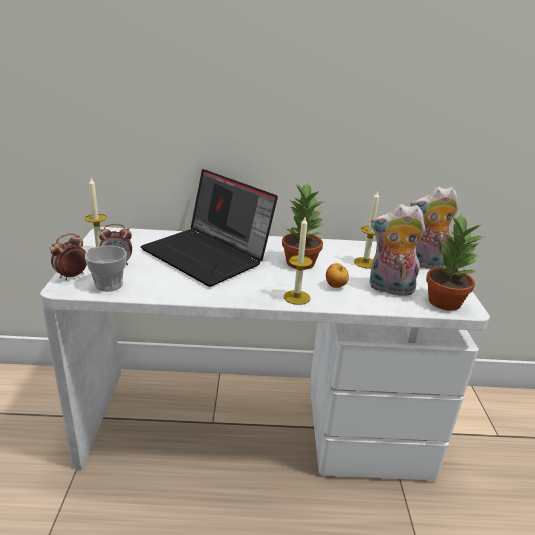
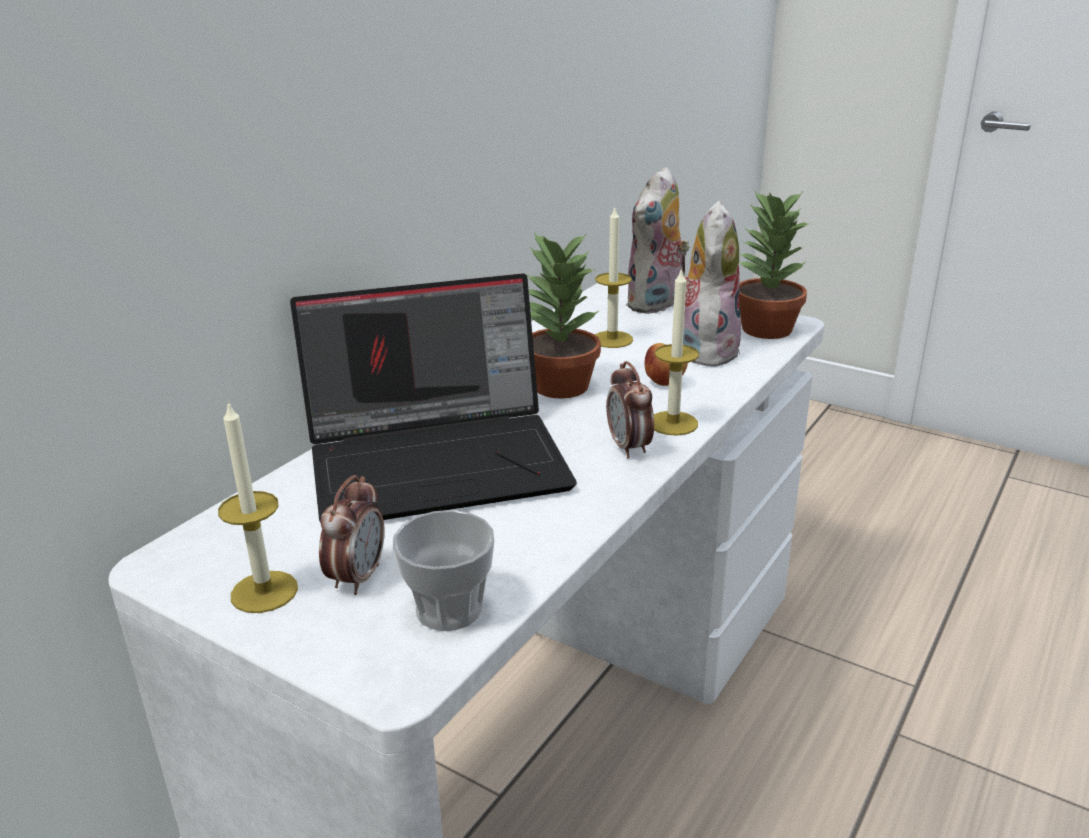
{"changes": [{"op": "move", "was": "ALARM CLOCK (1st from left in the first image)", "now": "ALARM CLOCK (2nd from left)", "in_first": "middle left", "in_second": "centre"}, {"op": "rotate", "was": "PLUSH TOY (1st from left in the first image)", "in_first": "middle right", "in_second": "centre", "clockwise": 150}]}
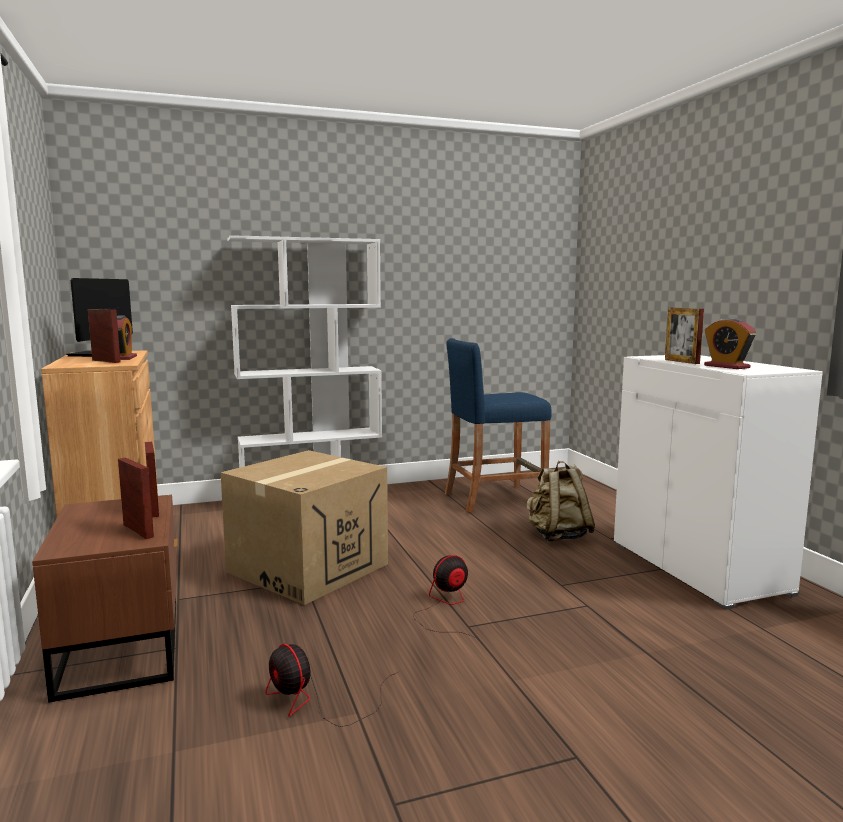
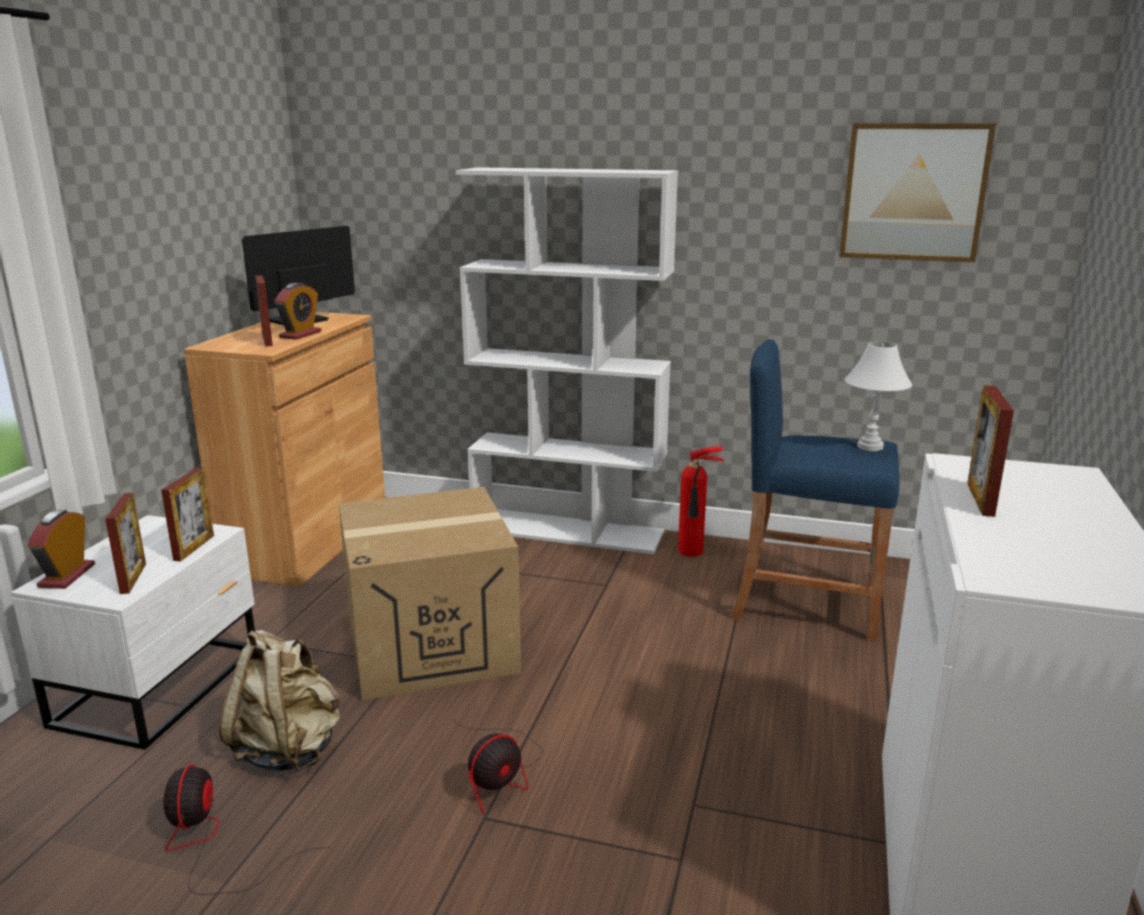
{"changes": [{"op": "insert", "now": "FIRE EXTINGUISHER", "in_second": "centre"}, {"op": "insert", "now": "PICTURE", "in_second": "top right"}, {"op": "insert", "now": "WHITE TABLE LAMP", "in_second": "middle right"}, {"op": "move", "was": "BEIGE BACKPACK", "in_first": "centre", "in_second": "bottom left"}, {"op": "move", "was": "ALARM CLOCK (2nd from left in the first image)", "now": "ALARM CLOCK (1st from left)", "in_first": "middle right", "in_second": "middle left"}, {"op": "recolor", "was": "BROWN NIGHTSTAND", "now": "WHITE NIGHTSTAND", "in_first": "bottom left", "in_second": "bottom left"}, {"op": "rotate", "was": "FAN (2nd from left)", "in_first": "bottom centre", "in_second": "bottom centre", "clockwise": 135}]}
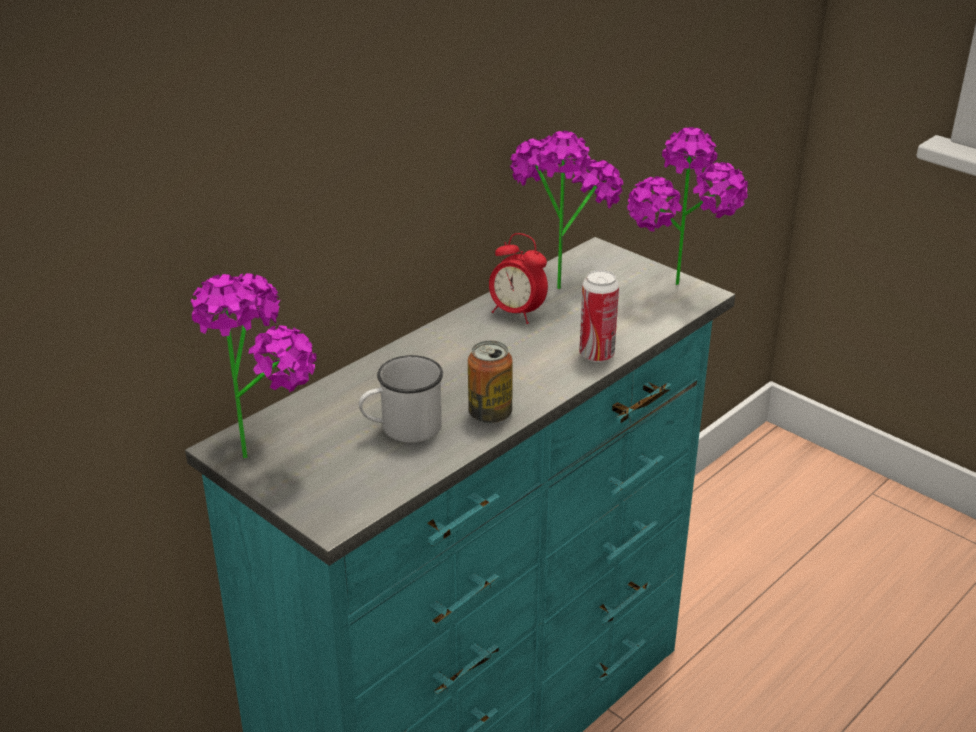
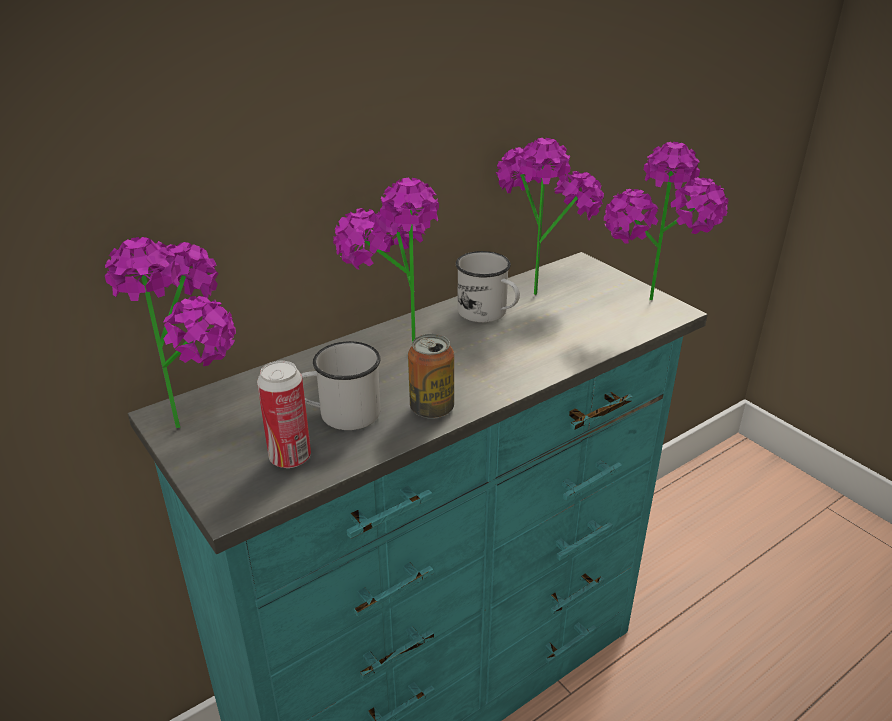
{"changes": [{"op": "insert", "now": "POTTED PLANT (2nd from left)", "in_second": "centre"}, {"op": "move", "was": "CAN (2nd from left in the first image)", "now": "CAN (1st from left)", "in_first": "centre", "in_second": "middle left"}, {"op": "replace", "was": "ALARM CLOCK", "now": "WHITE MUG (2nd from left)", "in_first": "centre", "in_second": "centre"}]}
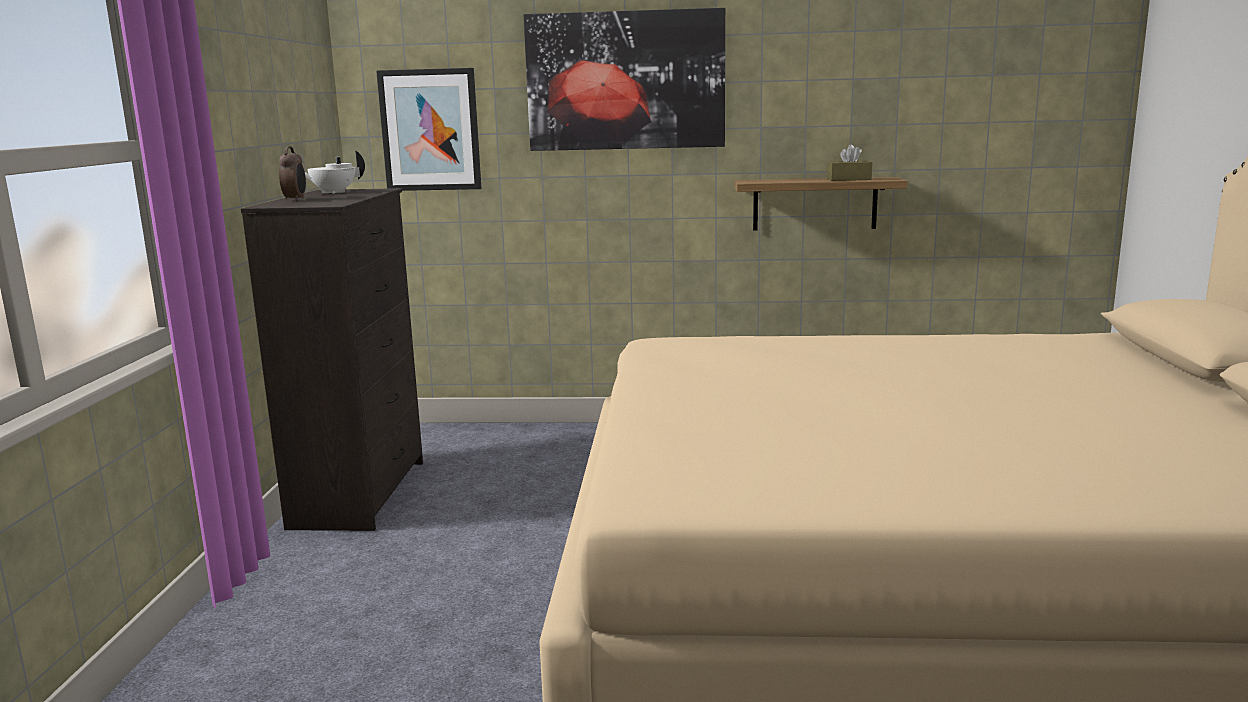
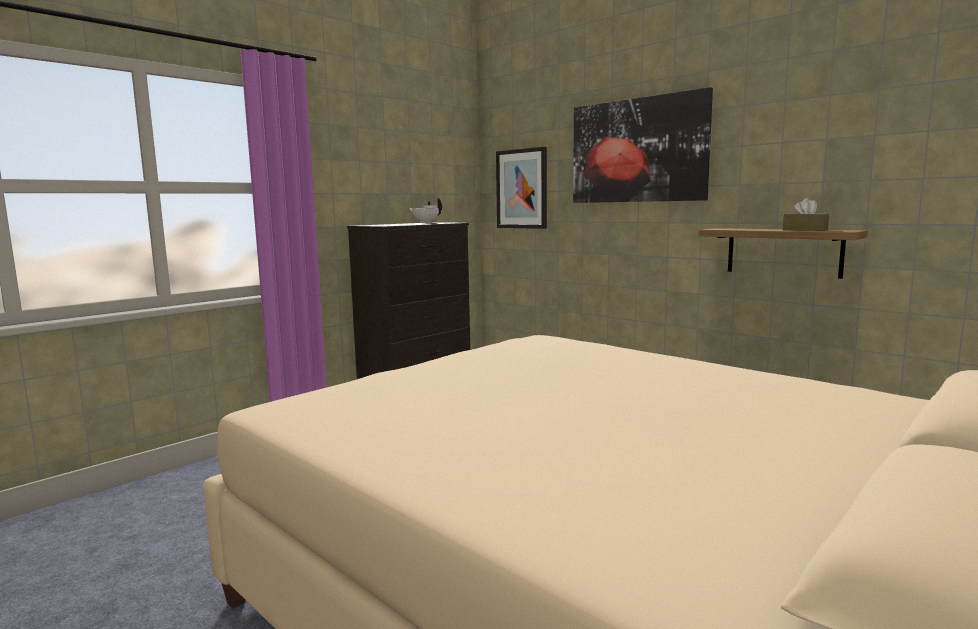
{"changes": [{"op": "delete", "was": "ALARM CLOCK", "in_first": "top left"}]}
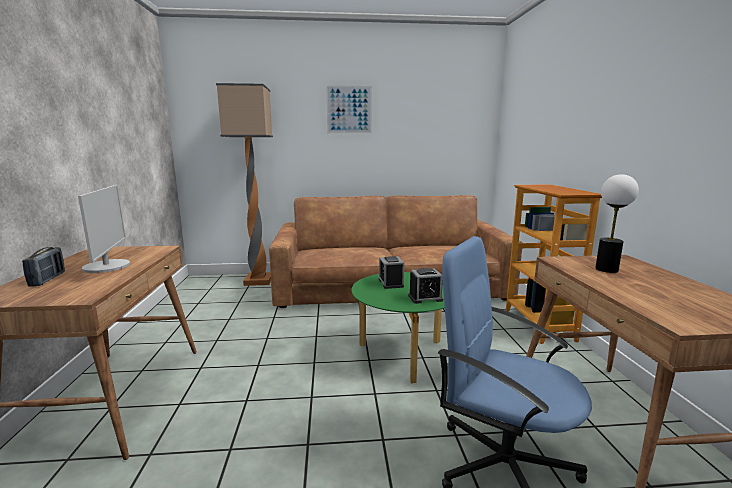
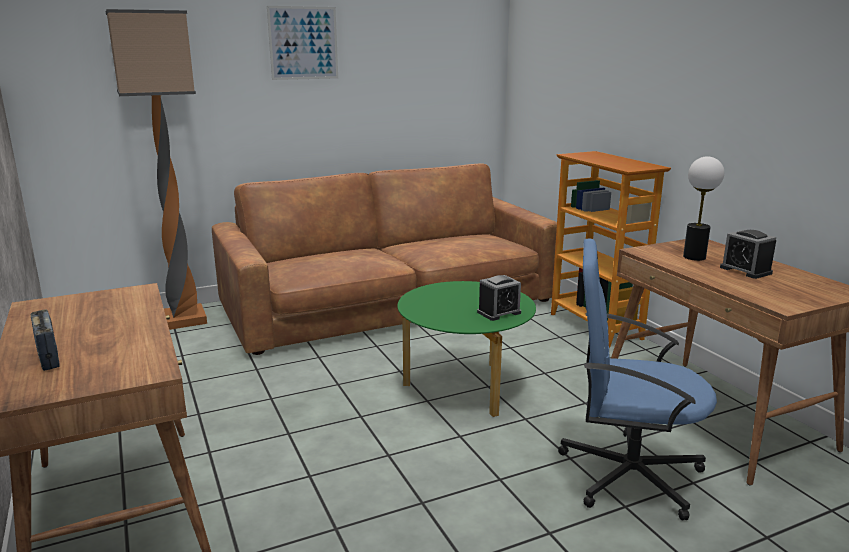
{"changes": [{"op": "delete", "was": "MONITOR", "in_first": "middle left"}, {"op": "move", "was": "ALARM CLOCK (1st from left in the first image)", "now": "ALARM CLOCK (2nd from left)", "in_first": "centre", "in_second": "middle right"}]}
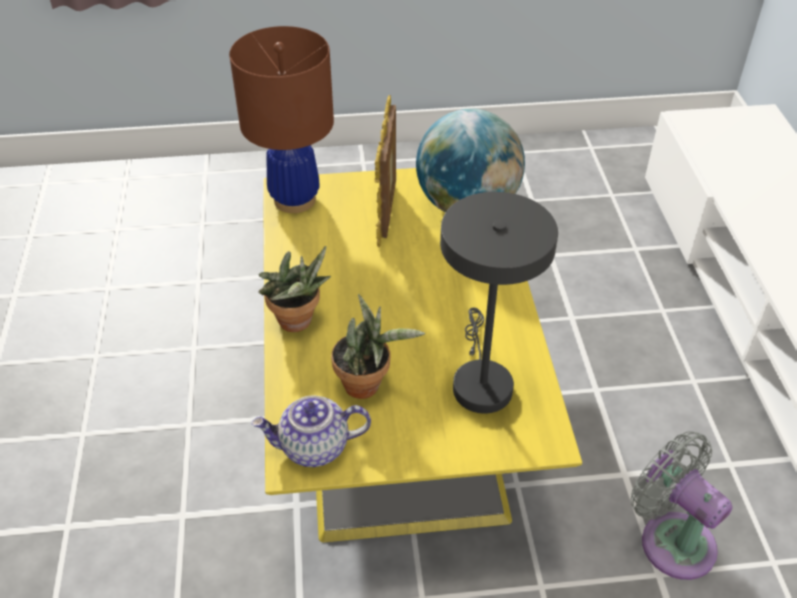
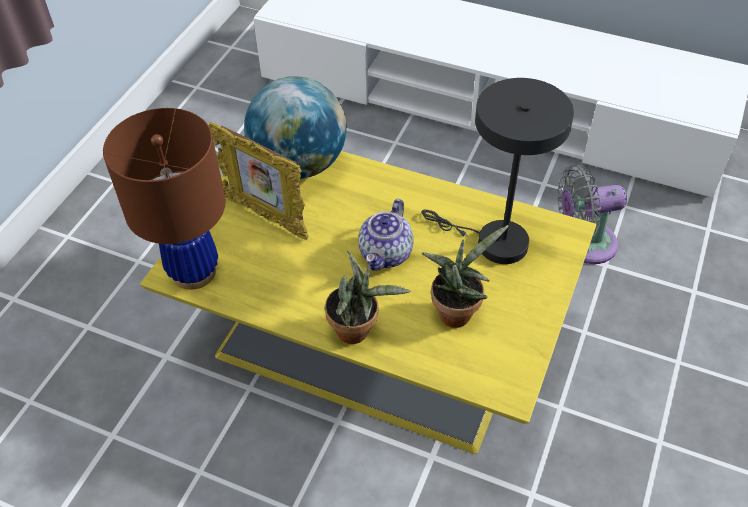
{"changes": [{"op": "move", "was": "TEAPOT", "in_first": "bottom centre", "in_second": "centre"}]}
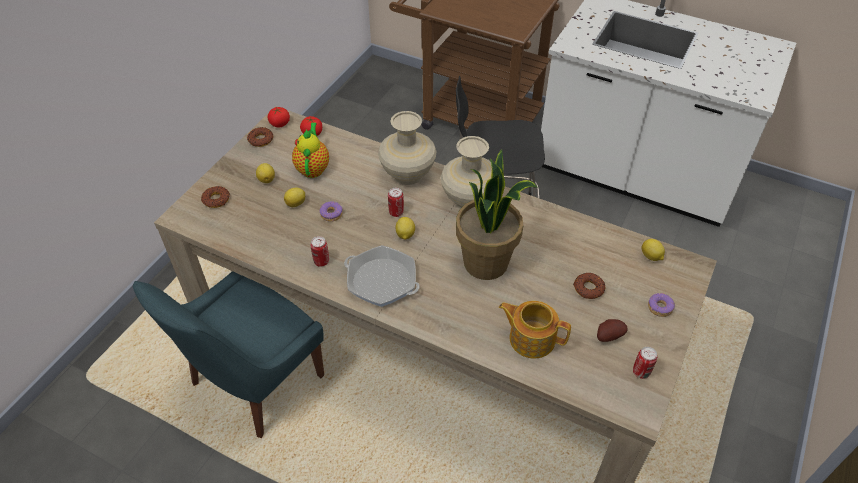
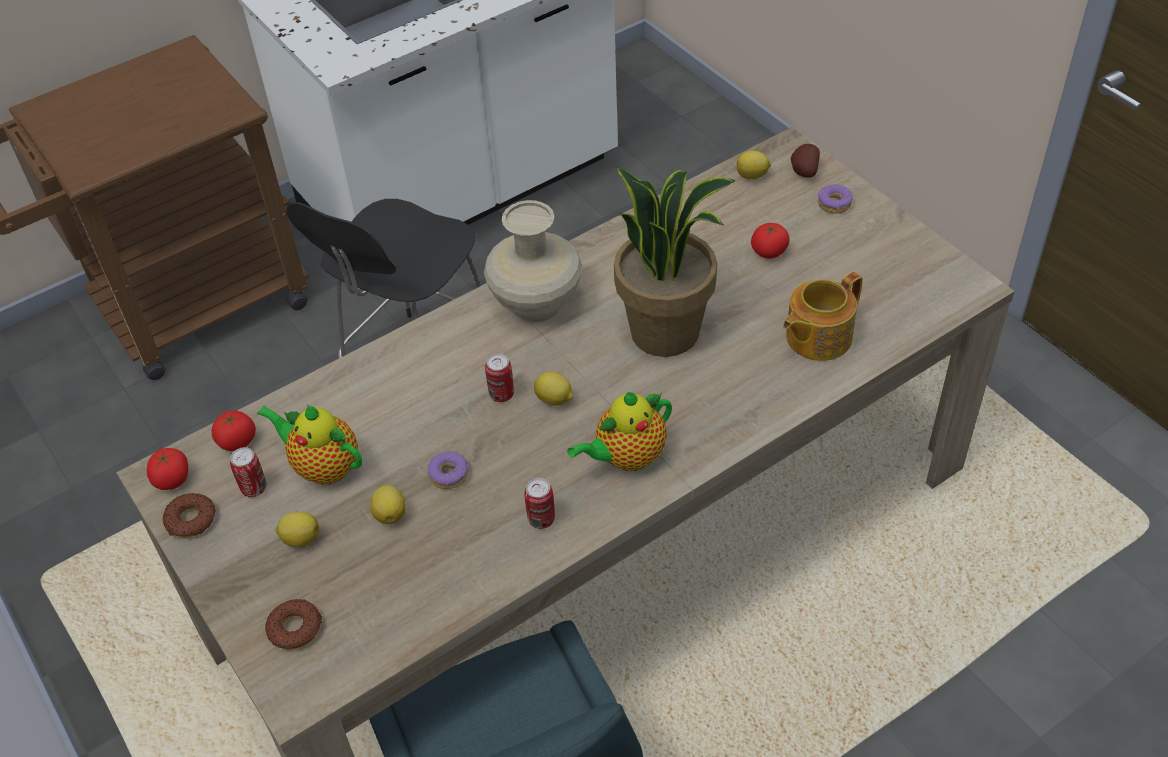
{"changes": [{"op": "delete", "was": "BEIGE VASE (1st from left)", "in_first": "top centre"}, {"op": "move", "was": "POTATO", "in_first": "bottom right", "in_second": "top right"}, {"op": "move", "was": "CAN (3rd from left in the first image)", "now": "CAN (1st from left)", "in_first": "bottom right", "in_second": "middle left"}, {"op": "replace", "was": "FRYING PAN", "now": "TEAPOT (2nd from left)", "in_first": "centre", "in_second": "centre"}, {"op": "replace", "was": "DONUT (4th from left)", "now": "TOMATO (3rd from left)", "in_first": "middle right", "in_second": "top centre"}]}
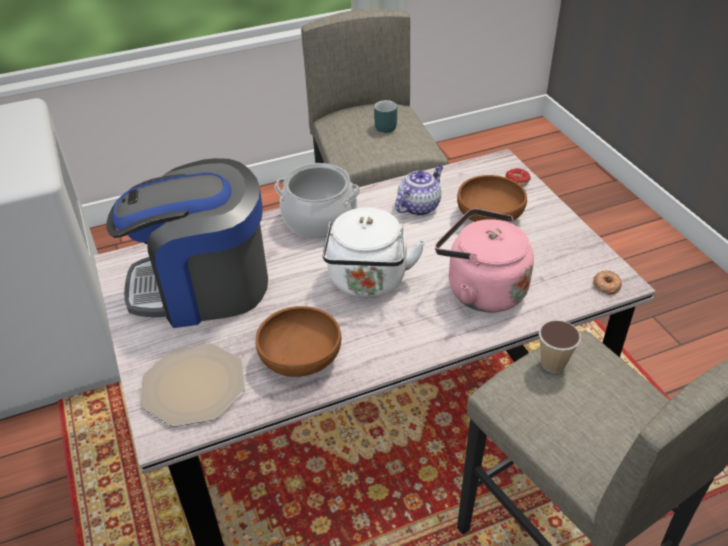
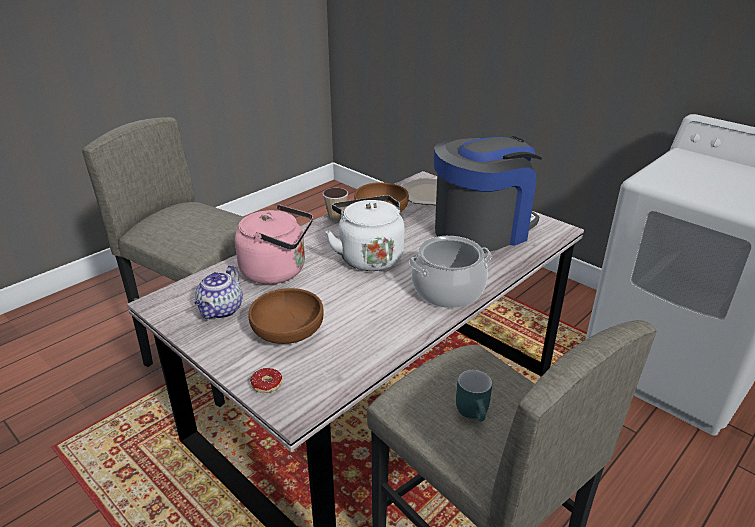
{"changes": [{"op": "delete", "was": "DONUT (2nd from left)", "in_first": "middle right"}, {"op": "move", "was": "TEAPOT", "in_first": "centre", "in_second": "middle left"}, {"op": "move", "was": "CUP", "in_first": "middle right", "in_second": "centre"}]}
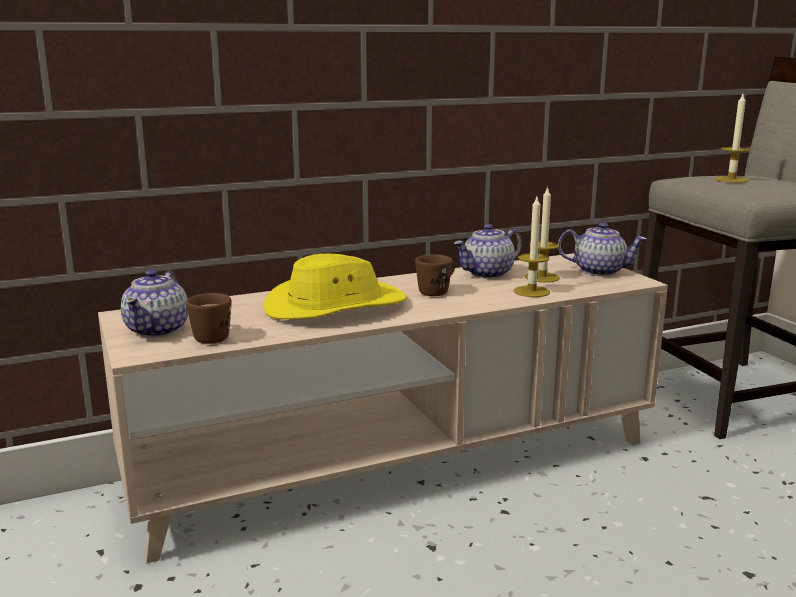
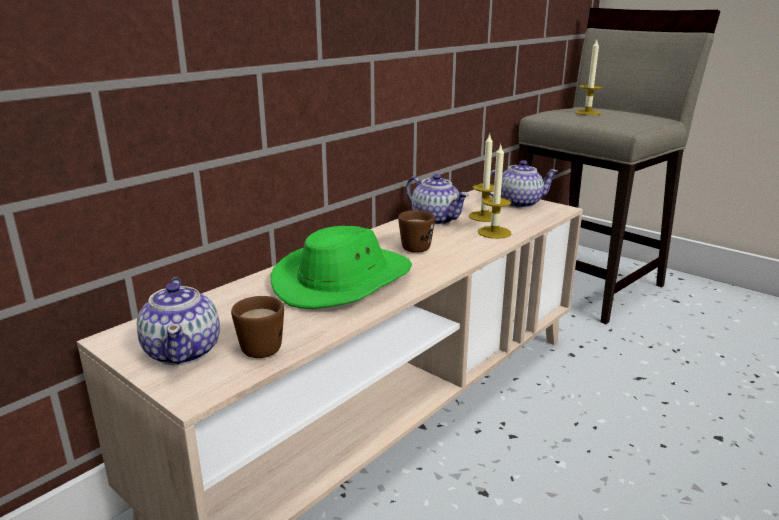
{"changes": [{"op": "recolor", "was": "YELLOW HAT", "now": "GREEN HAT", "in_first": "centre", "in_second": "centre"}, {"op": "rotate", "was": "TEAPOT (2nd from left)", "in_first": "centre", "in_second": "centre", "clockwise": -75}]}
